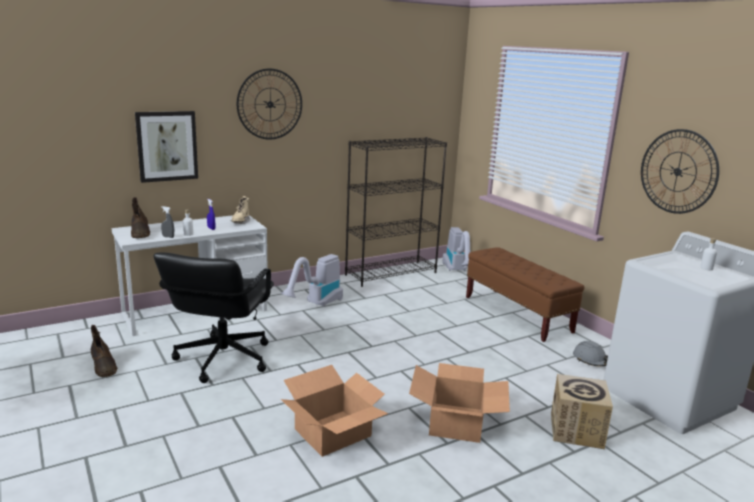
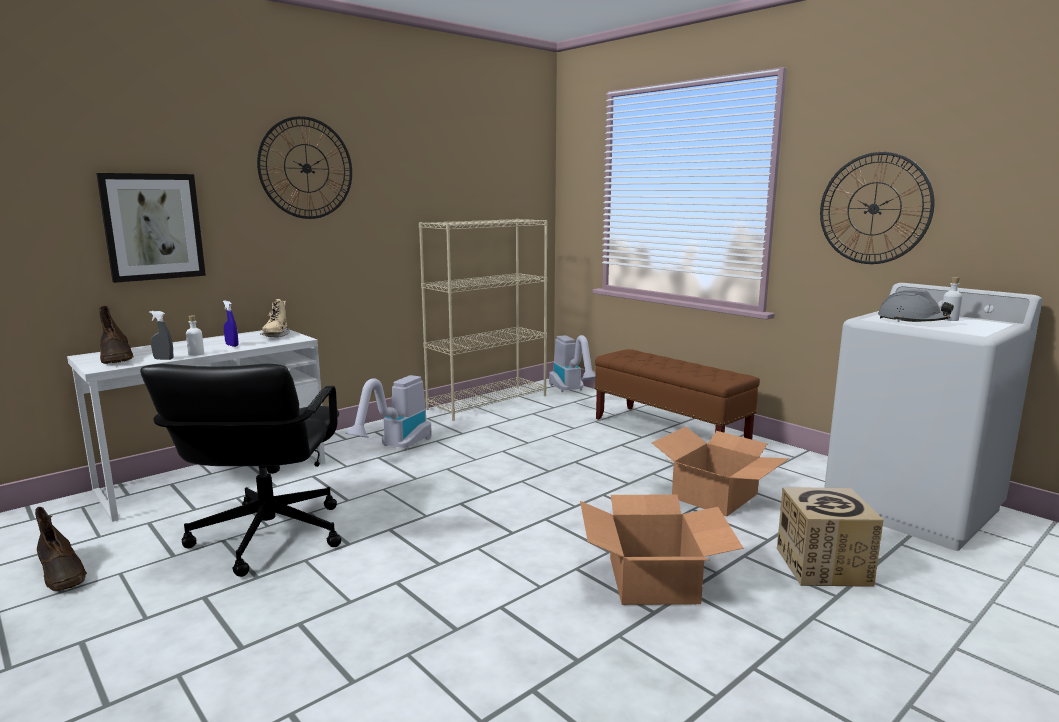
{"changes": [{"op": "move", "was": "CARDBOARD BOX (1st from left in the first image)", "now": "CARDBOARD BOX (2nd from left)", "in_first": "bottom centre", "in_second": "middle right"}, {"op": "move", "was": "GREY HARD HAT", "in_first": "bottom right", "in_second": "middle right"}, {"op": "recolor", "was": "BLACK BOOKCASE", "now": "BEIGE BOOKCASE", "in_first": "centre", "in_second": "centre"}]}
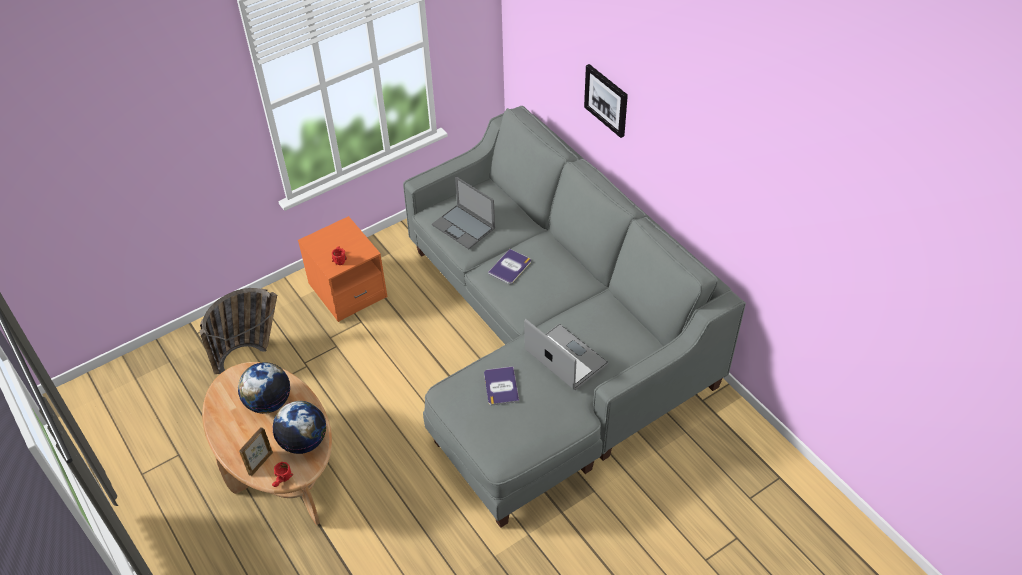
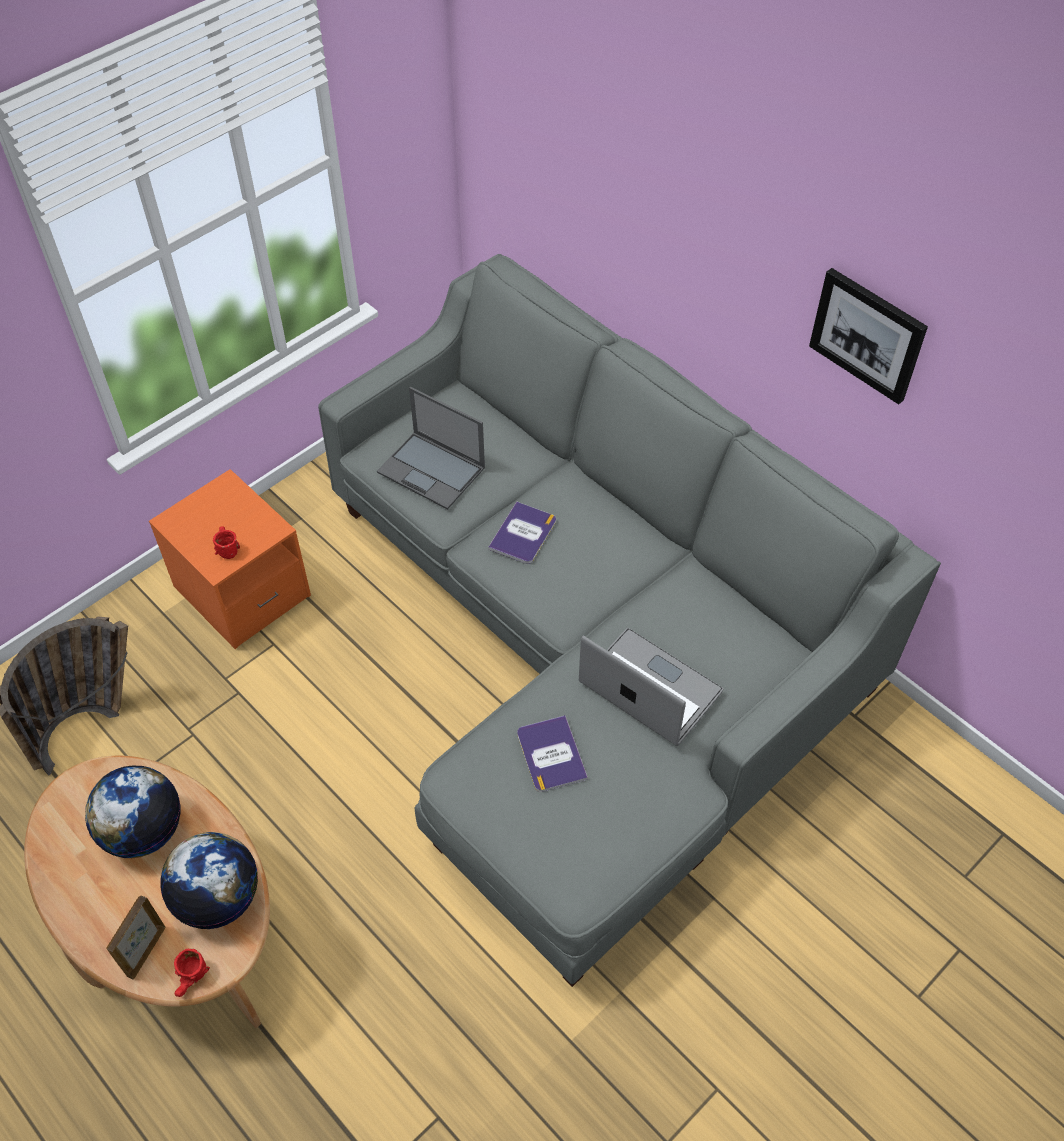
{"changes": [{"op": "move", "was": "PICTURE", "in_first": "top centre", "in_second": "top right"}]}
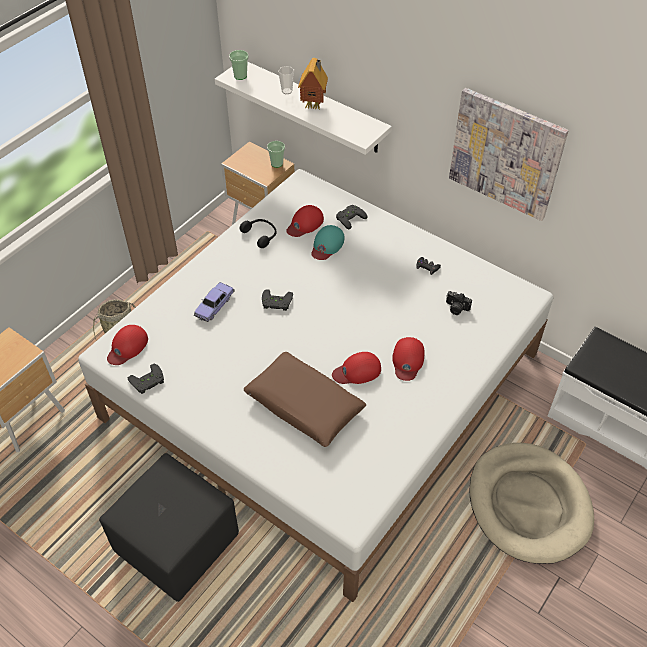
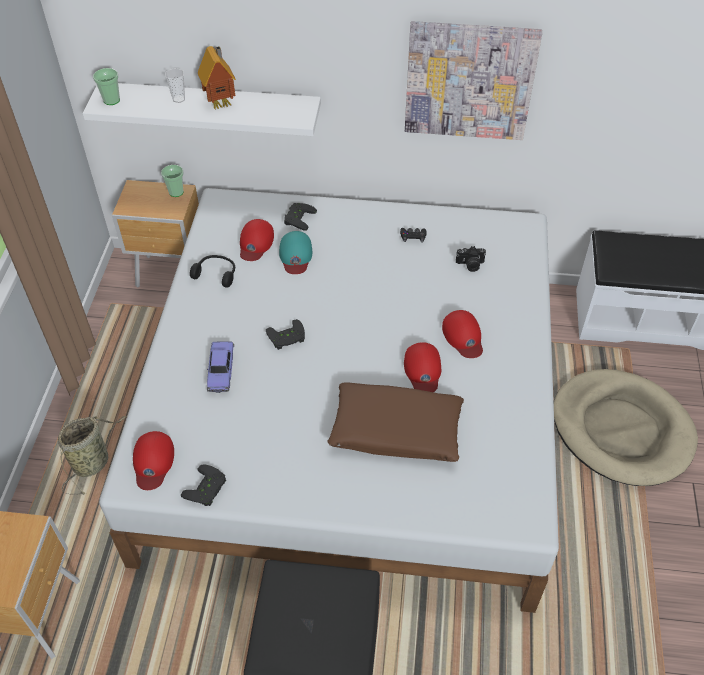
{"changes": [{"op": "rotate", "was": "RED CAP (3rd from left)", "in_first": "centre", "in_second": "centre", "clockwise": -45}]}
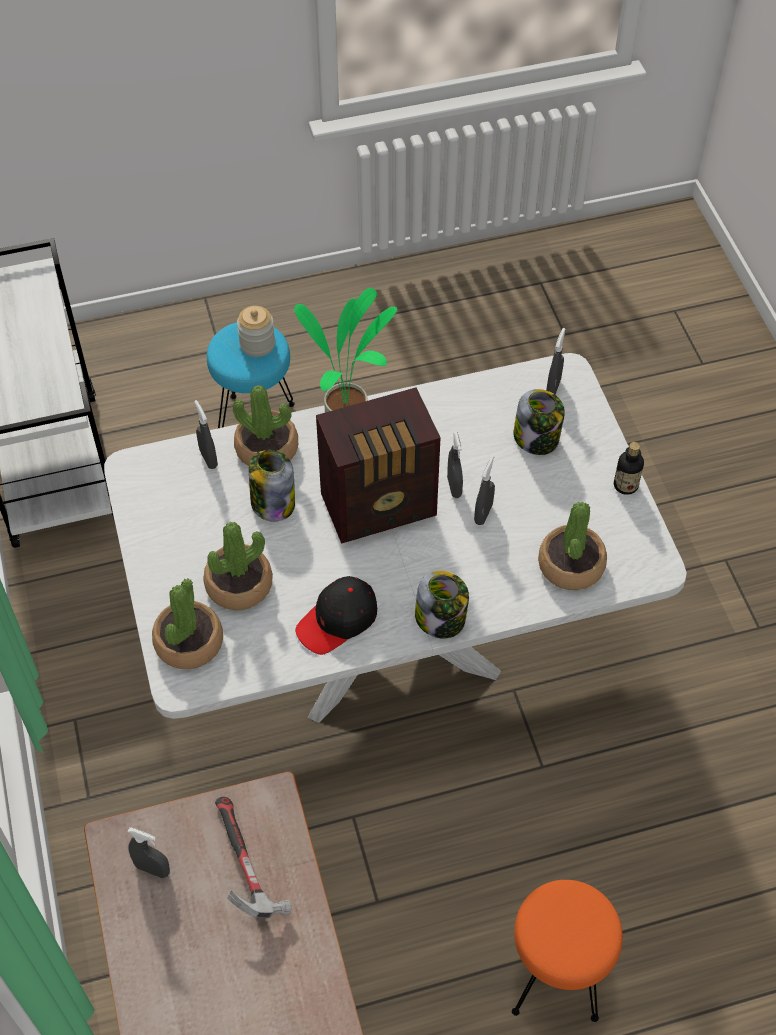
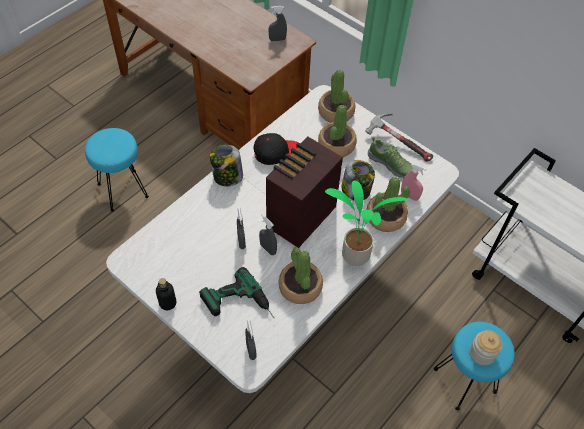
{"changes": [{"op": "insert", "now": "SHOE", "in_second": "middle right"}, {"op": "move", "was": "HAMMER", "in_first": "bottom left", "in_second": "top right"}, {"op": "move", "was": "POTTED PLANT (5th from left in the first image)", "now": "POTTED PLANT (1st from left)", "in_first": "middle right", "in_second": "centre"}, {"op": "replace", "was": "JAR (4th from left)", "now": "POWER DRILL", "in_first": "middle right", "in_second": "bottom centre"}, {"op": "recolor", "was": "GREY SPRAY BOTTLE (2nd from left)", "now": "PINK SPRAY BOTTLE", "in_first": "middle left", "in_second": "middle right"}, {"op": "recolor", "was": "ORANGE STOOL", "now": "TURQUOISE STOOL (1st from left)", "in_first": "bottom right", "in_second": "middle left"}, {"op": "rotate", "was": "BLACK CAP", "in_first": "centre", "in_second": "centre", "clockwise": 60}]}
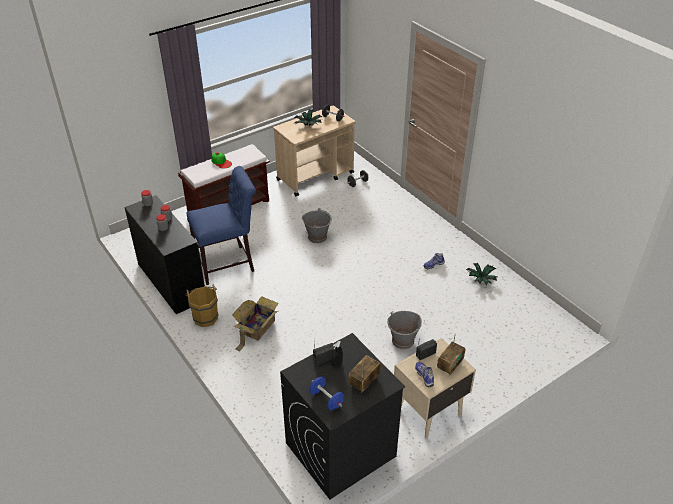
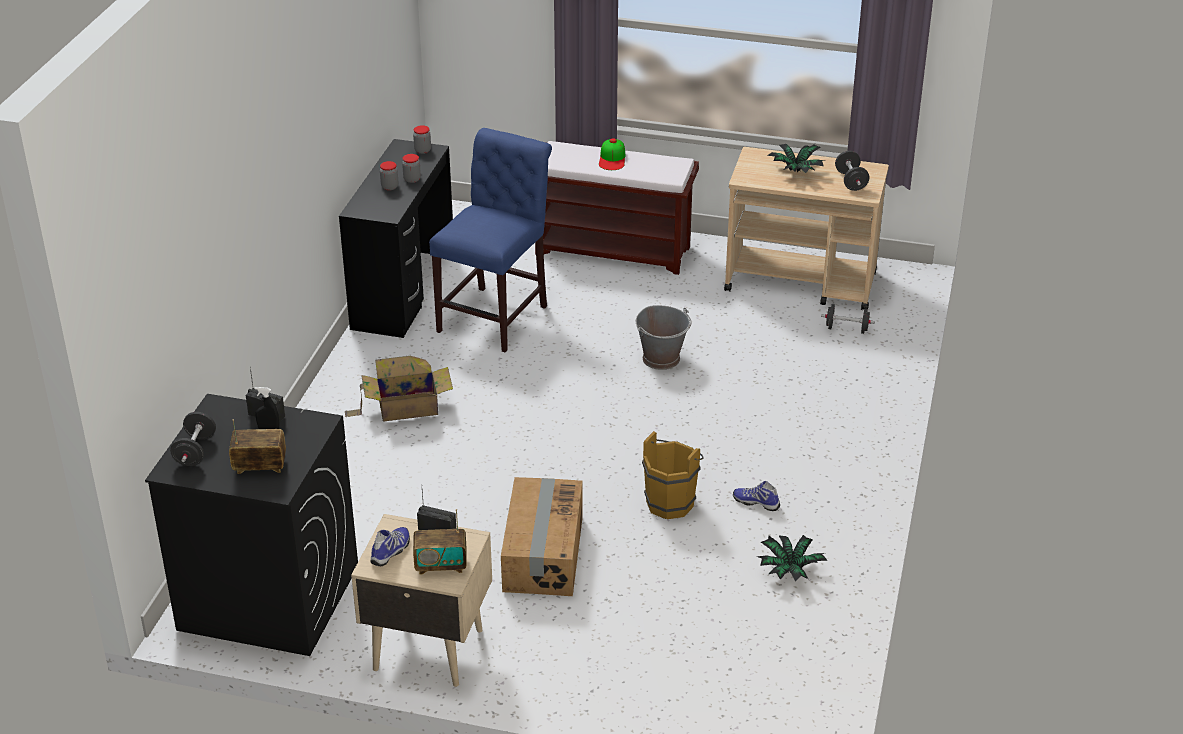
{"changes": [{"op": "move", "was": "BROWN BUCKET", "in_first": "middle left", "in_second": "centre"}, {"op": "replace", "was": "GREY BUCKET (2nd from left)", "now": "CARDBOARD BOX (2nd from left)", "in_first": "centre", "in_second": "bottom centre"}, {"op": "recolor", "was": "BLUE DUMBBELL", "now": "BLACK DUMBBELL (1st from left)", "in_first": "bottom centre", "in_second": "middle left"}, {"op": "rotate", "was": "BLUE CHAIR", "in_first": "middle left", "in_second": "top centre", "clockwise": -90}]}
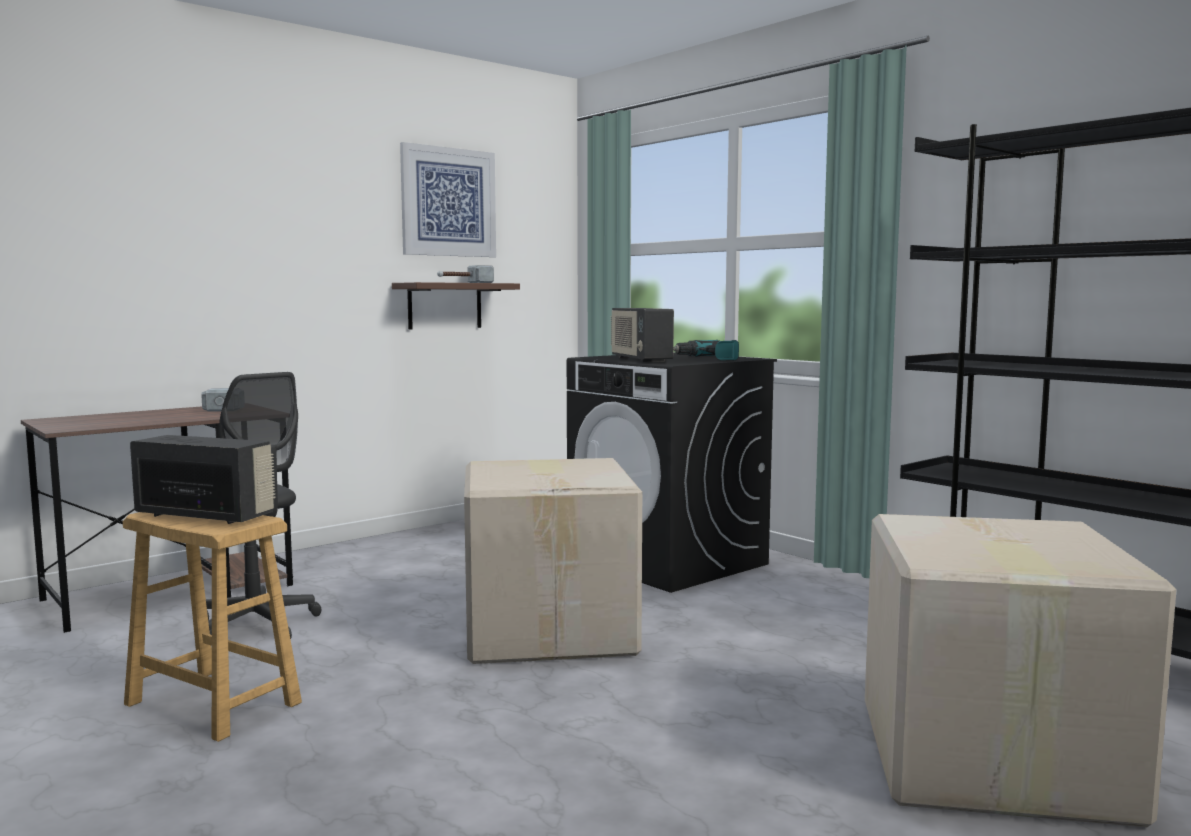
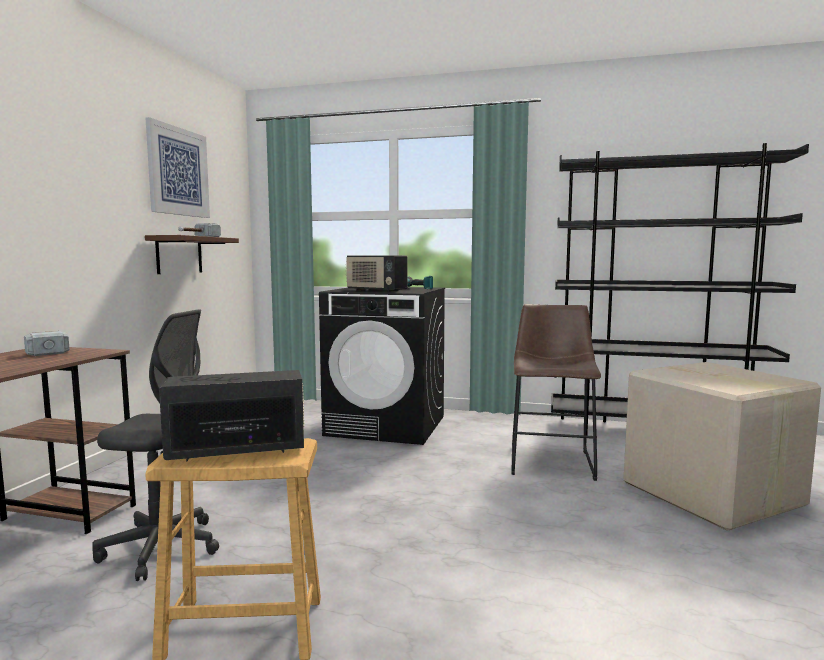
{"changes": [{"op": "delete", "was": "CARDBOARD BOX (1st from left)", "in_first": "bottom centre"}, {"op": "insert", "now": "BROWN STOOL (2nd from left)", "in_second": "middle right"}]}
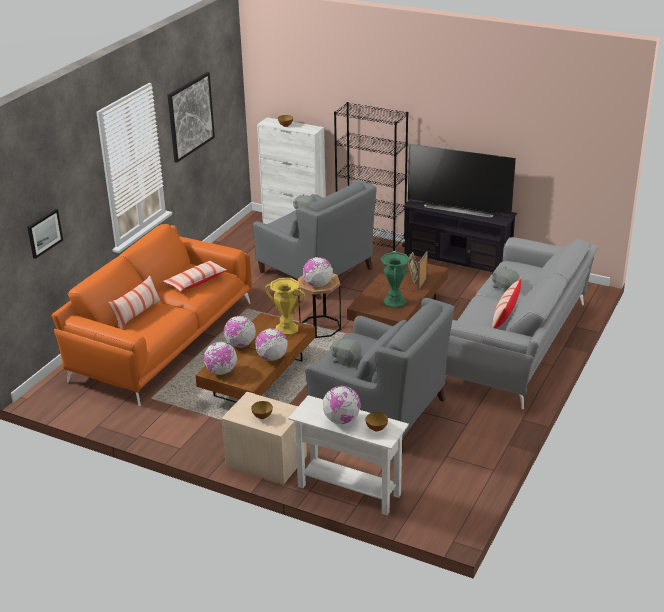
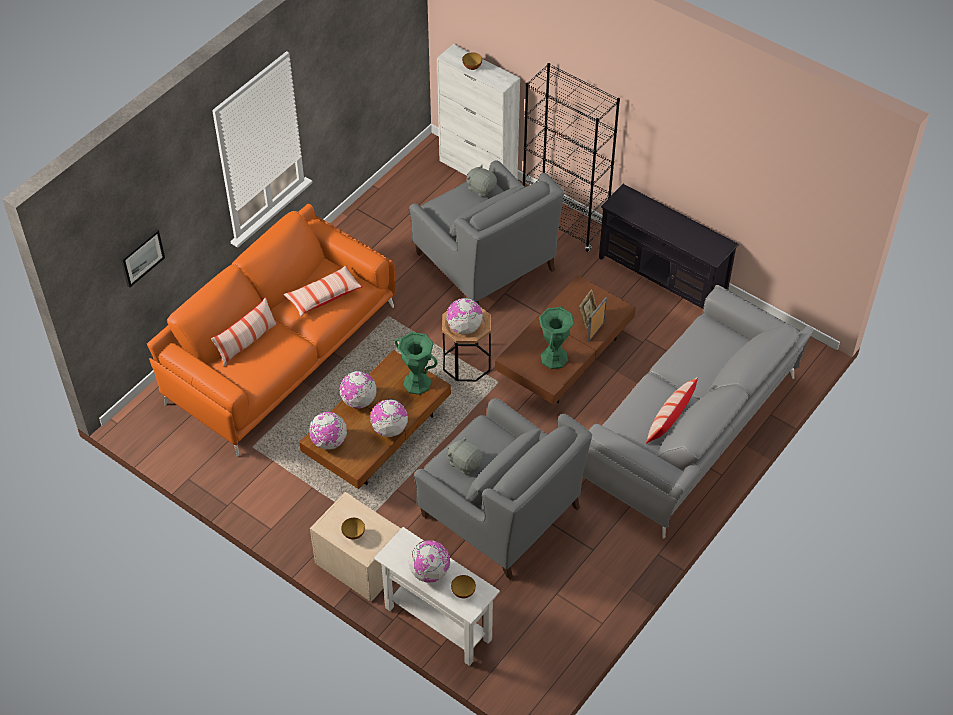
{"changes": [{"op": "delete", "was": "PICTURE (2nd from left)", "in_first": "top left"}, {"op": "delete", "was": "TELEVISION", "in_first": "top right"}, {"op": "delete", "was": "GREY PLUSH TOY (3rd from left)", "in_first": "middle right"}, {"op": "recolor", "was": "YELLOW VASE", "now": "GREEN VASE (1st from left)", "in_first": "centre", "in_second": "centre"}]}
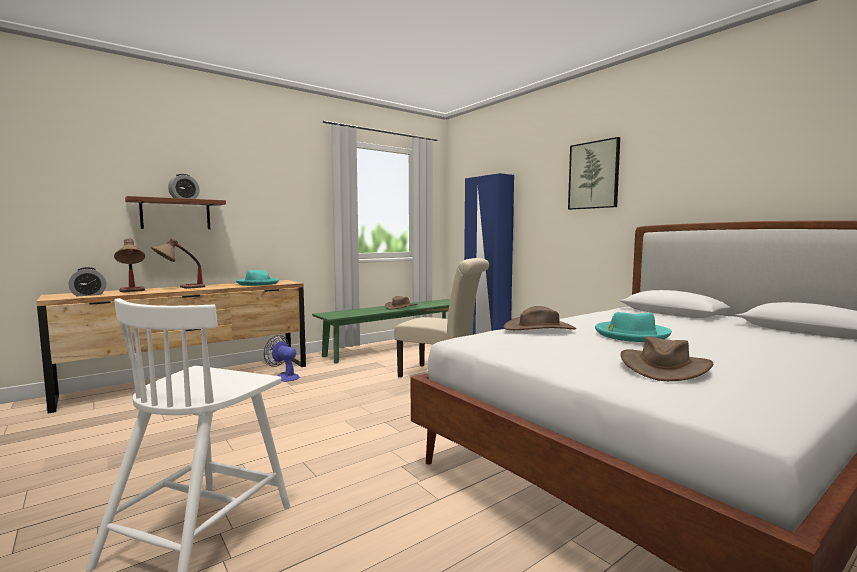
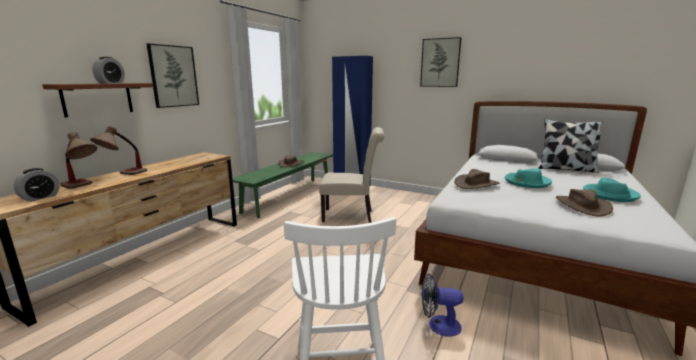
{"changes": [{"op": "insert", "now": "PICTURE (1st from left)", "in_second": "top left"}, {"op": "insert", "now": "PILLOW", "in_second": "middle right"}, {"op": "move", "was": "TURQUOISE HAT (1st from left in the first image)", "now": "TURQUOISE HAT (2nd from left)", "in_first": "middle left", "in_second": "middle right"}, {"op": "move", "was": "FAN", "in_first": "middle left", "in_second": "bottom centre"}]}
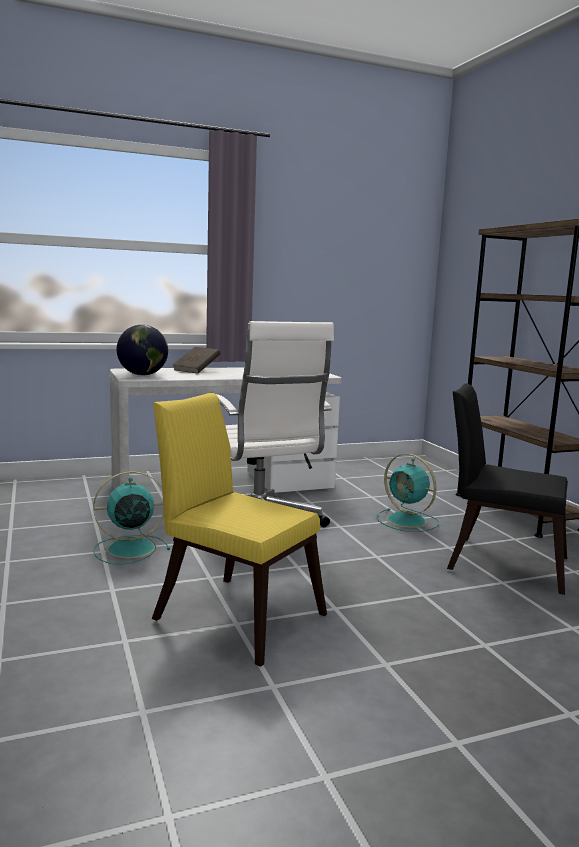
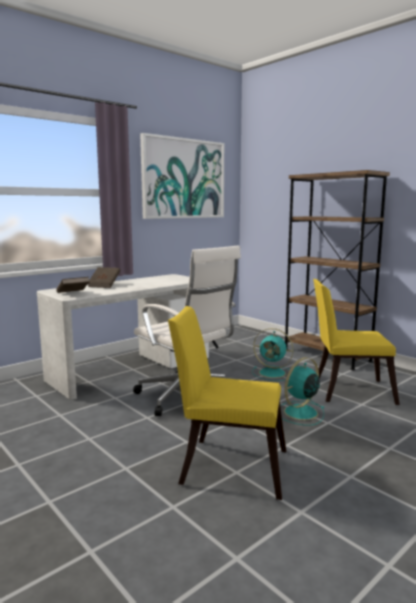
{"changes": [{"op": "insert", "now": "PICTURE", "in_second": "top centre"}, {"op": "move", "was": "TURQUOISE FAN (1st from left in the first image)", "now": "TURQUOISE FAN (2nd from left)", "in_first": "middle left", "in_second": "middle right"}, {"op": "replace", "was": "GLOBE", "now": "BROWN BOOK (1st from left)", "in_first": "middle left", "in_second": "middle left"}, {"op": "recolor", "was": "BLACK CHAIR", "now": "YELLOW CHAIR (2nd from left)", "in_first": "middle right", "in_second": "middle right"}]}
